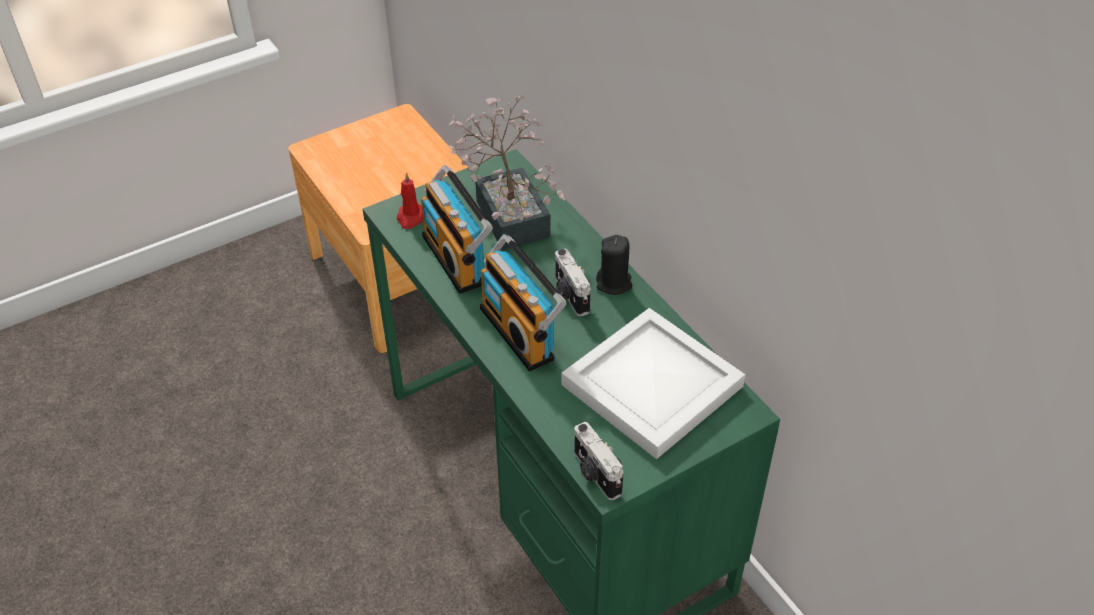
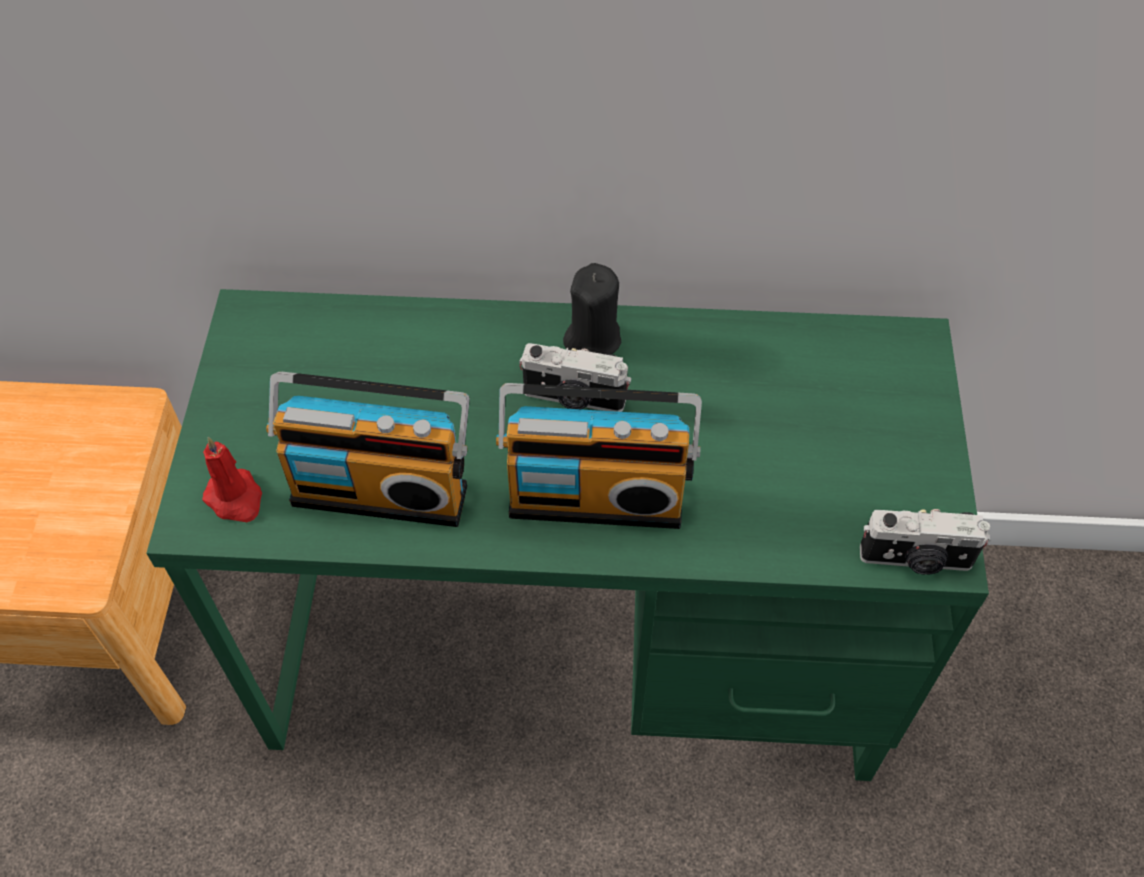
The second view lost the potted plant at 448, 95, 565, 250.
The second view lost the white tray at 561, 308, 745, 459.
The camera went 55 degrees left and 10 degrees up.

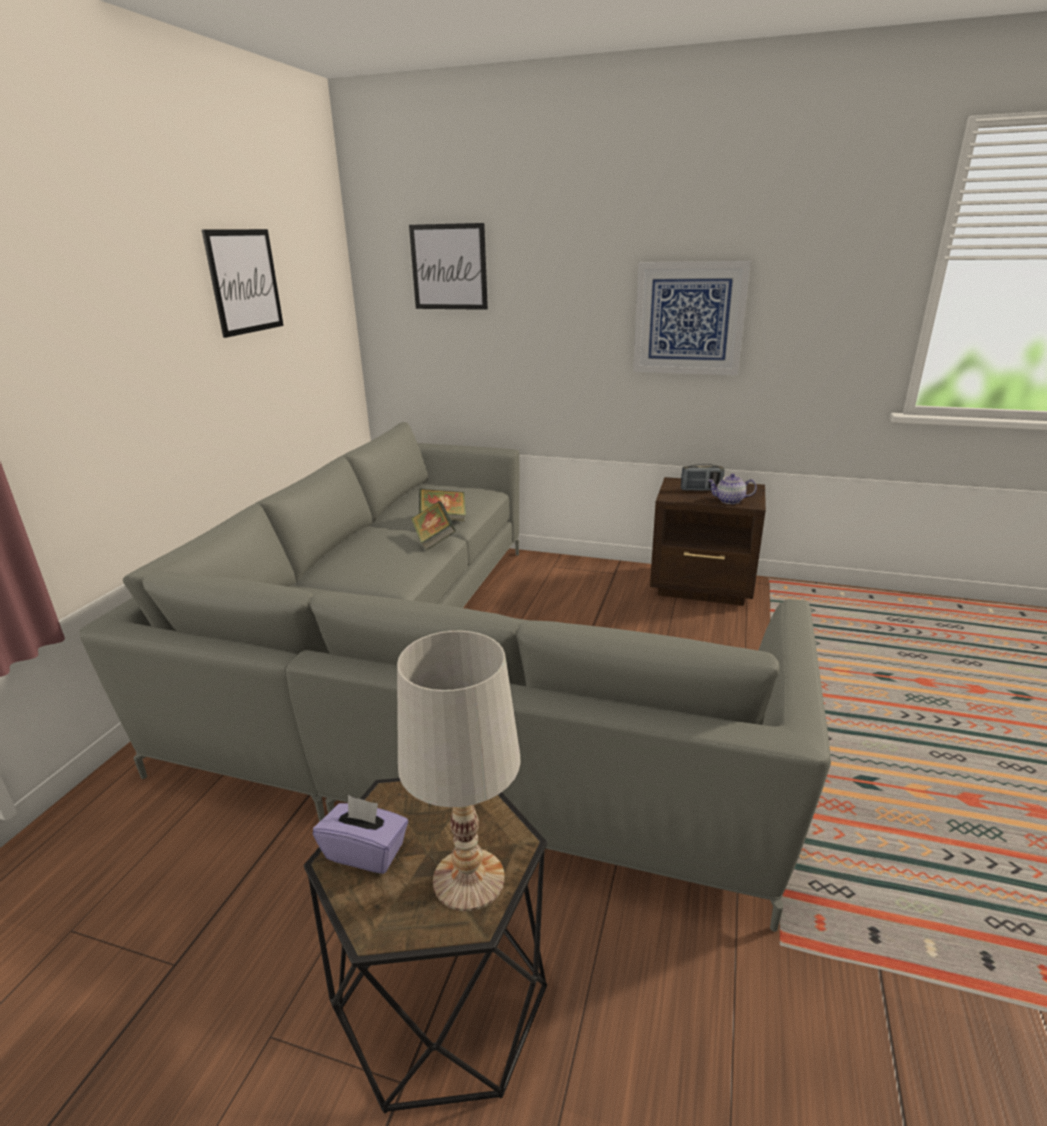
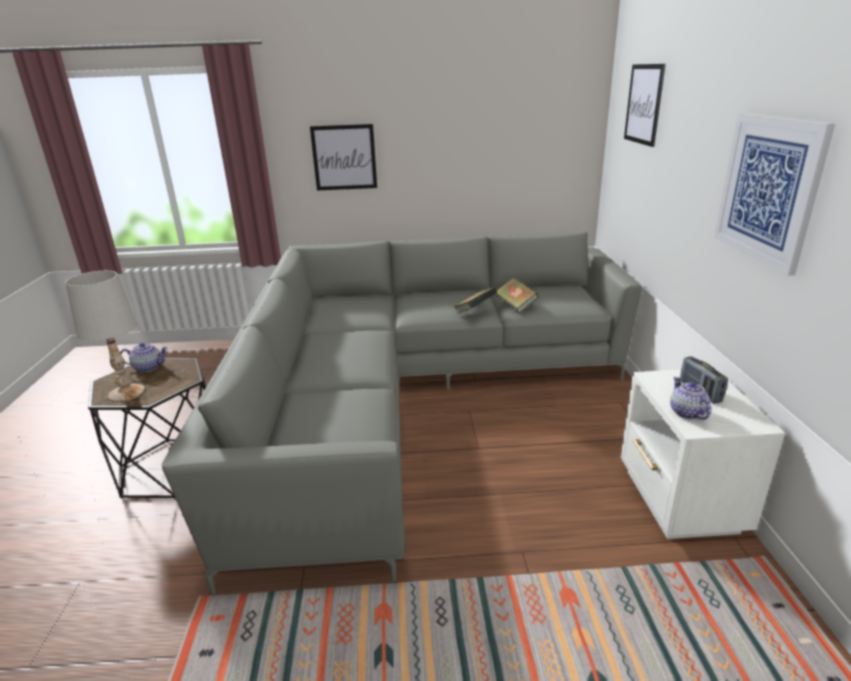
The picture ended up elsewhere, having gone from 202, 229, 284, 338 to 310, 124, 377, 190.
Where the purple tissue box stood at 313, 795, 408, 874, the teapot came to stand at 120, 342, 168, 372.
What was the brown nightstand at 650, 477, 766, 606 turned into the white nightstand at 620, 368, 785, 539.
The camera went 70 degrees right and 0 degrees up.

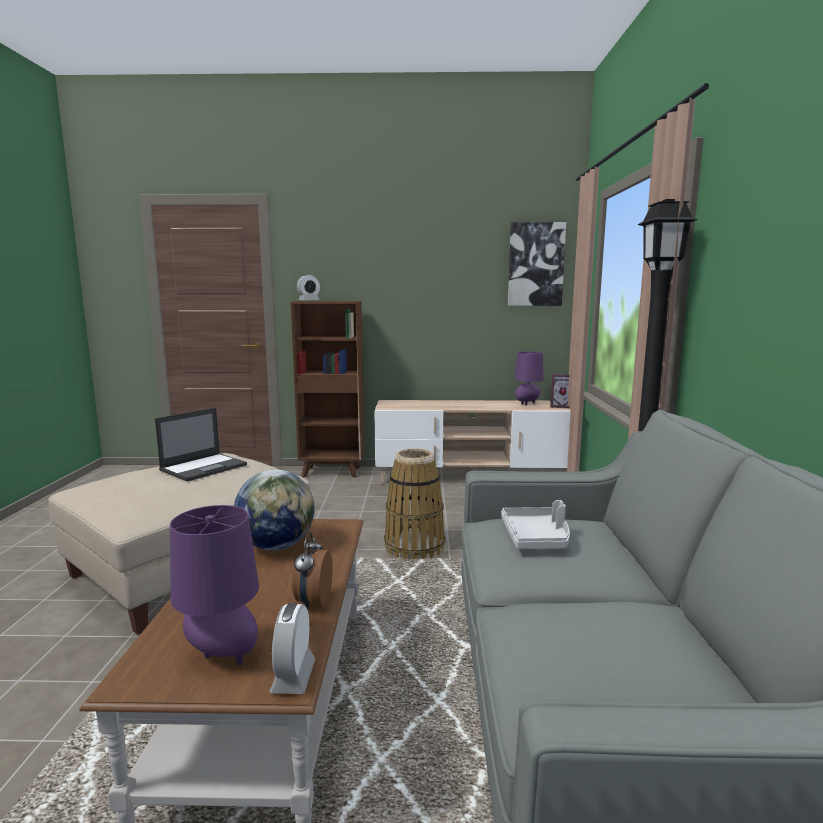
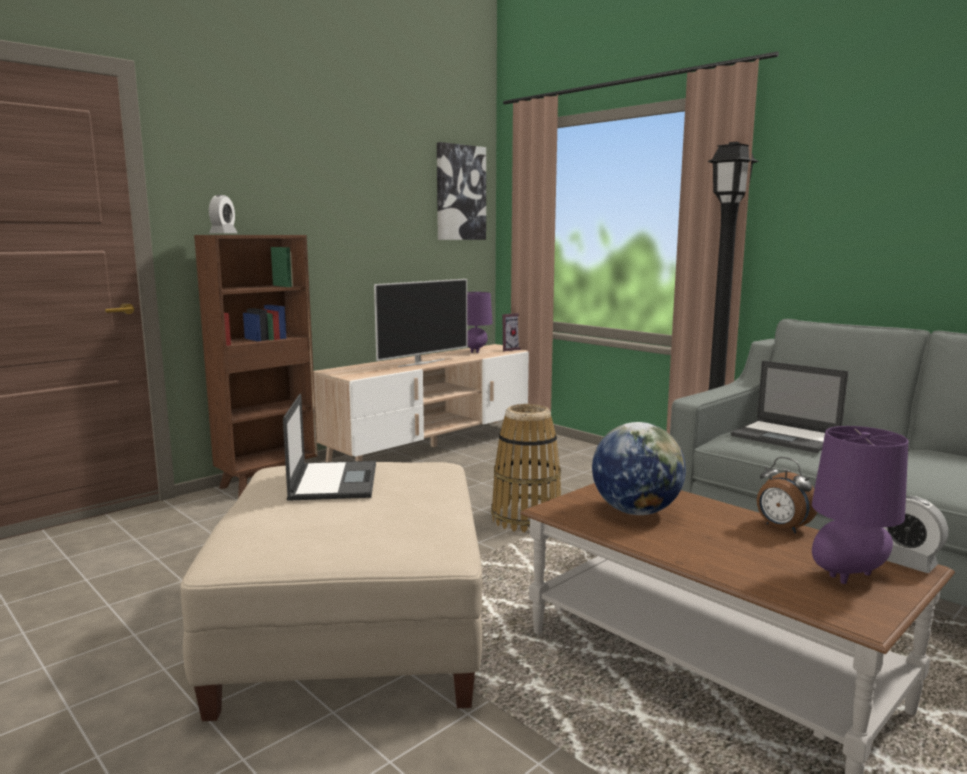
The second view gained the television at 374, 279, 467, 367.
Where the grey tray stood at 501, 500, 570, 549, the laptop came to stand at 731, 361, 848, 453.
The camera went 45 degrees left and 0 degrees up.

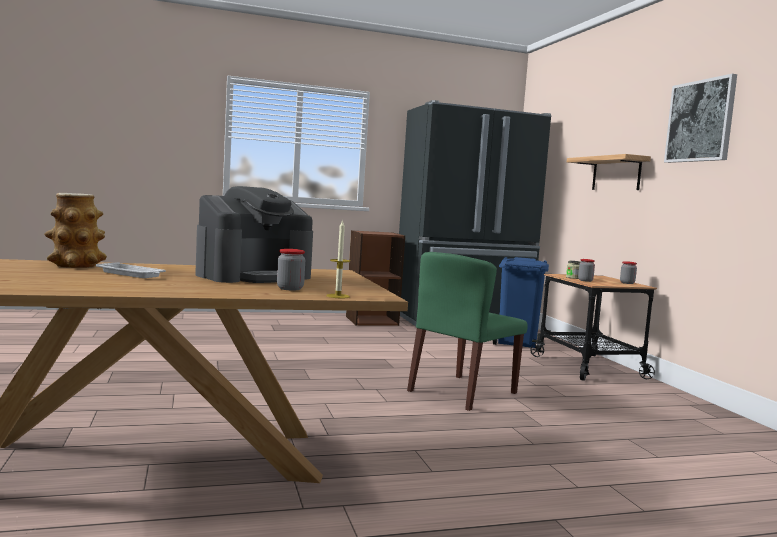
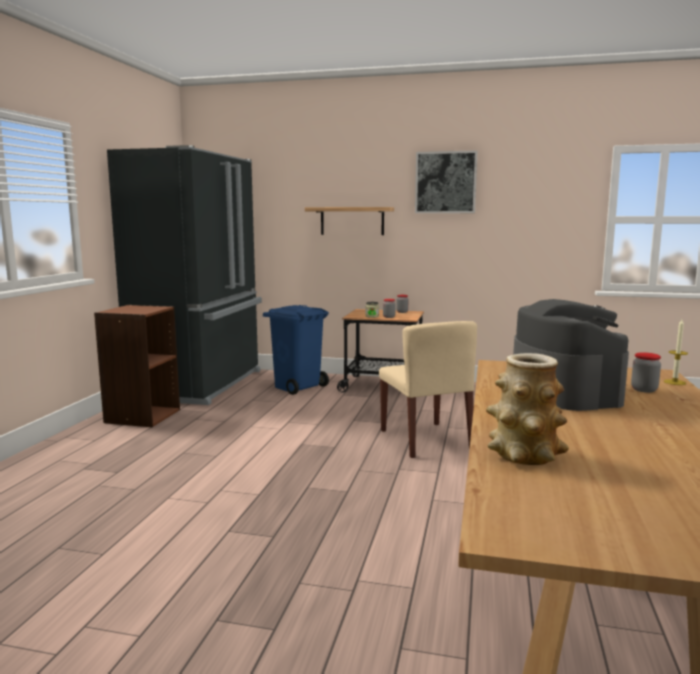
The second view lost the white tray at 96, 262, 166, 278.
What was the green chair at 407, 252, 528, 411 turned into the beige chair at 379, 321, 477, 458.
The camera went 60 degrees left and 5 degrees up.

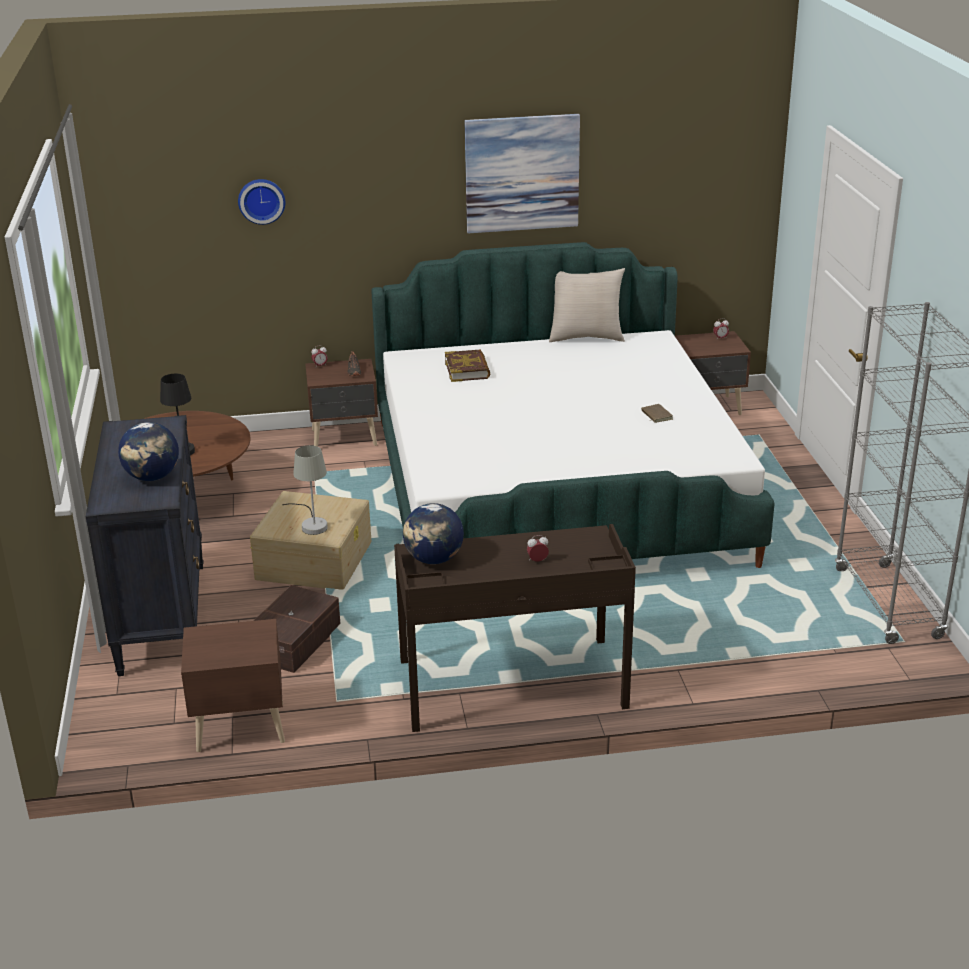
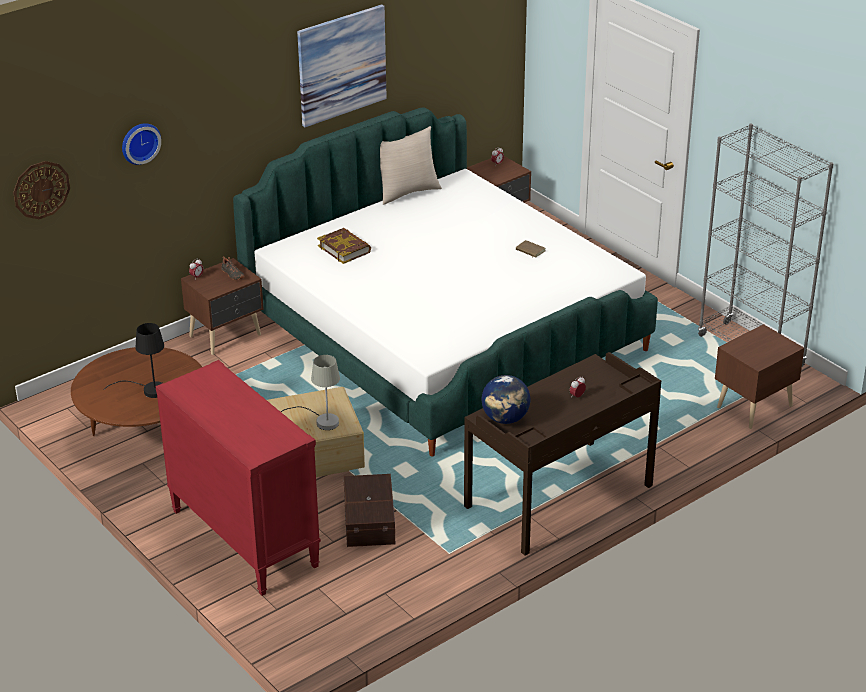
The second view lost the globe at 118, 422, 179, 481.
The second view gained the wall clock at 13, 161, 70, 219.
The brown nightstand ended up elsewhere, having gone from 181, 619, 285, 752 to 715, 324, 804, 429.
What was the black dresser at 86, 415, 204, 676 turned into the red dresser at 156, 360, 321, 596.
The camera went 30 degrees left and 5 degrees up.

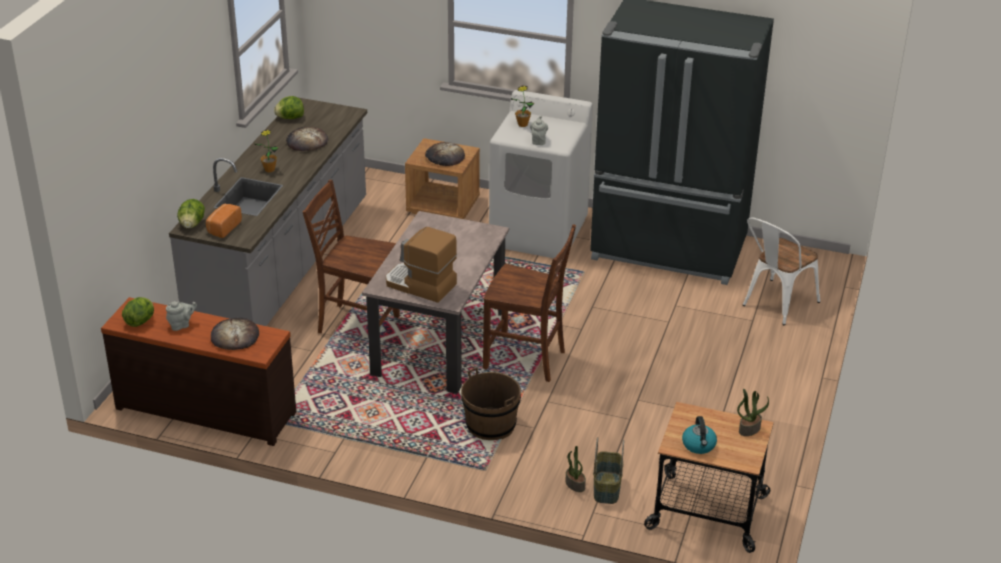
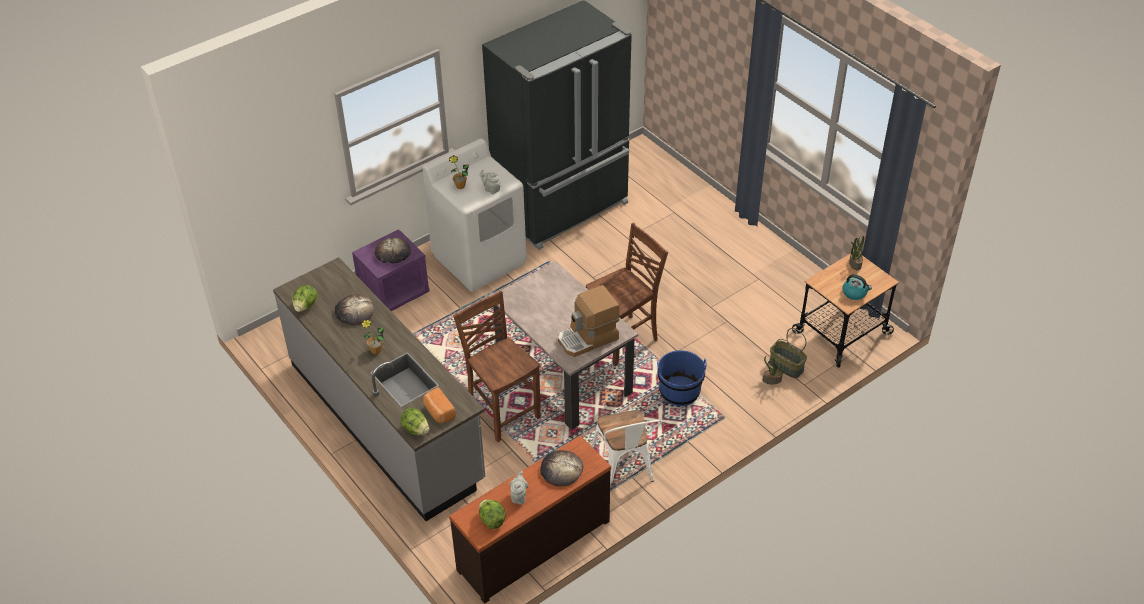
The white chair ended up elsewhere, having gone from 743, 217, 820, 325 to 591, 410, 662, 489.
What was the brown nightstand at 405, 138, 480, 219 turned into the purple nightstand at 352, 229, 429, 311.
What was the brown bucket at 461, 367, 521, 440 turned into the blue bucket at 657, 350, 707, 406.
The brown chair at 303, 180, 400, 333 ended up facing another way, 90 degrees clockwise from before.
The camera went 55 degrees left and 10 degrees up.

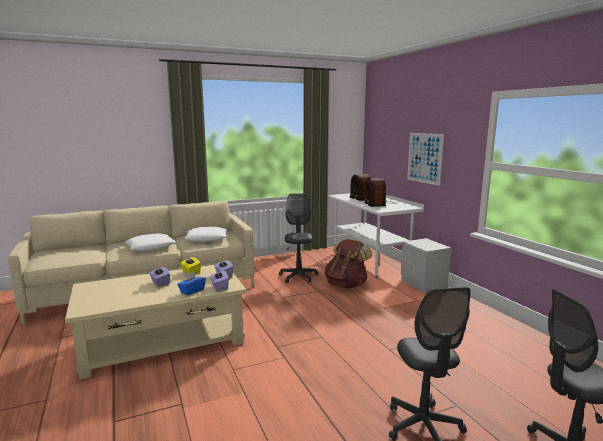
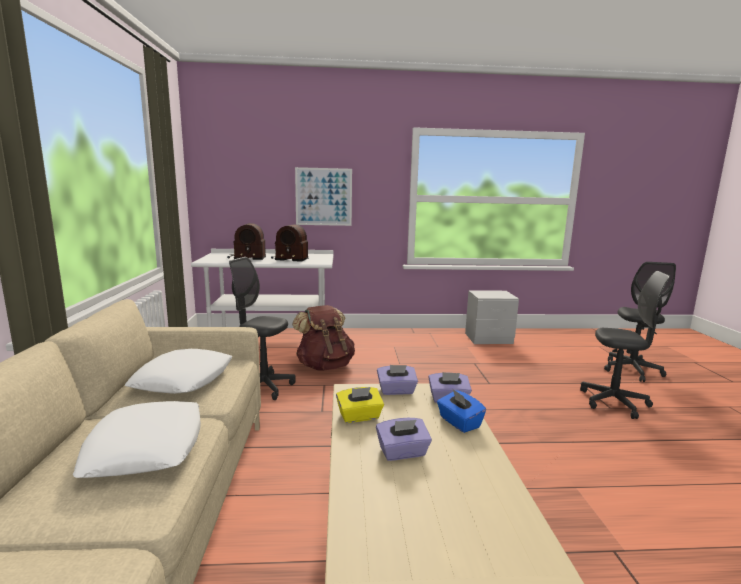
The grey nightstand ended up elsewhere, having gone from 401, 238, 451, 293 to 465, 290, 519, 344.
The camera went 70 degrees left and 0 degrees up.

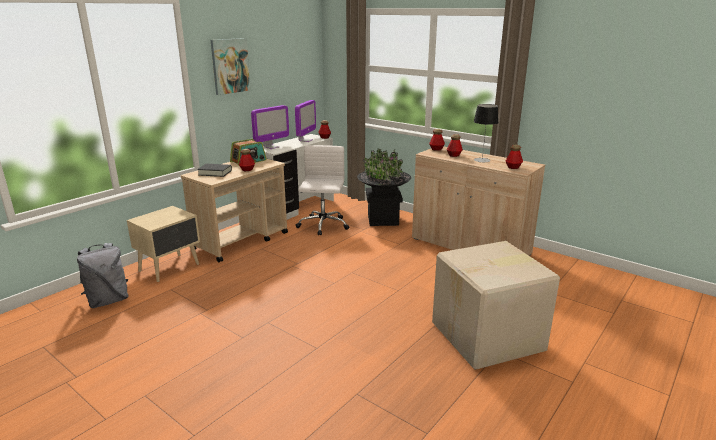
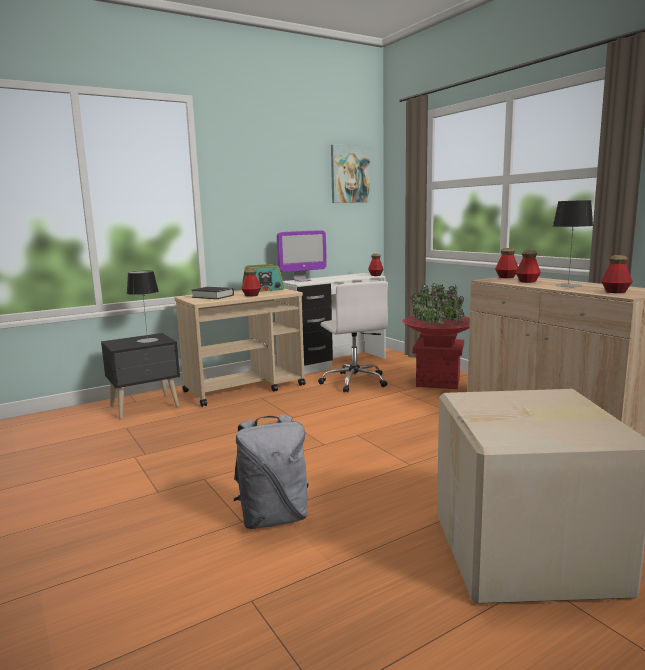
The second view lost the monitor at 295, 100, 316, 142.
The second view gained the table lamp at 127, 271, 159, 343.
The grey backpack ended up elsewhere, having gone from 77, 243, 129, 308 to 234, 415, 309, 529.
The picture ended up elsewhere, having gone from 211, 38, 251, 95 to 331, 144, 370, 203.
What was the beige nightstand at 127, 206, 200, 282 turned into the black nightstand at 101, 333, 180, 419.
What was the black planter at 357, 149, 411, 226 turned into the red planter at 402, 283, 470, 389.
The white office chair at 296, 145, 349, 235 ended up facing another way, 135 degrees clockwise from before.
The camera went 20 degrees right and 10 degrees down.

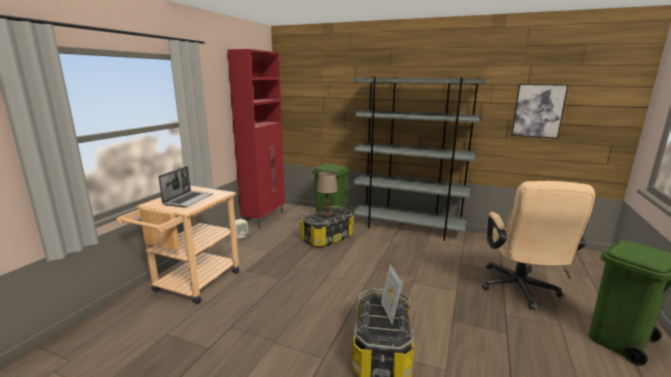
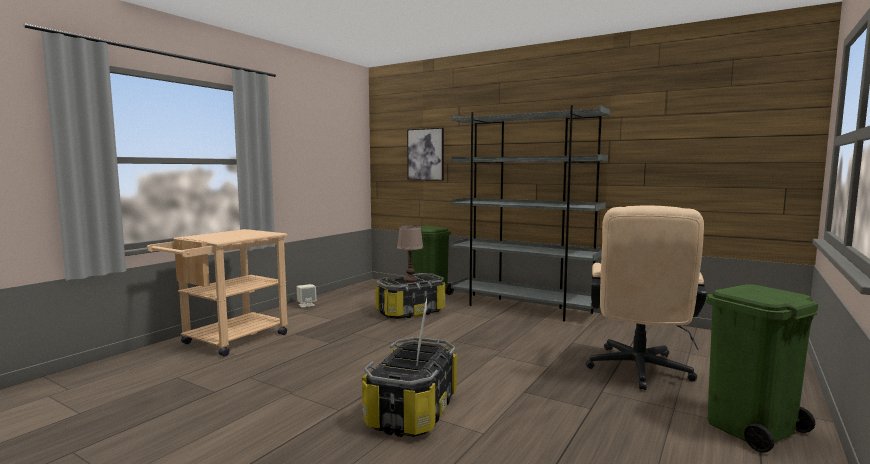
The second view lost the laptop at 158, 166, 213, 207.
The second view lost the red cabinet at 227, 49, 285, 229.
The picture ended up elsewhere, having gone from 511, 84, 569, 138 to 407, 128, 444, 181.
The camera went 10 degrees right and 10 degrees down.

